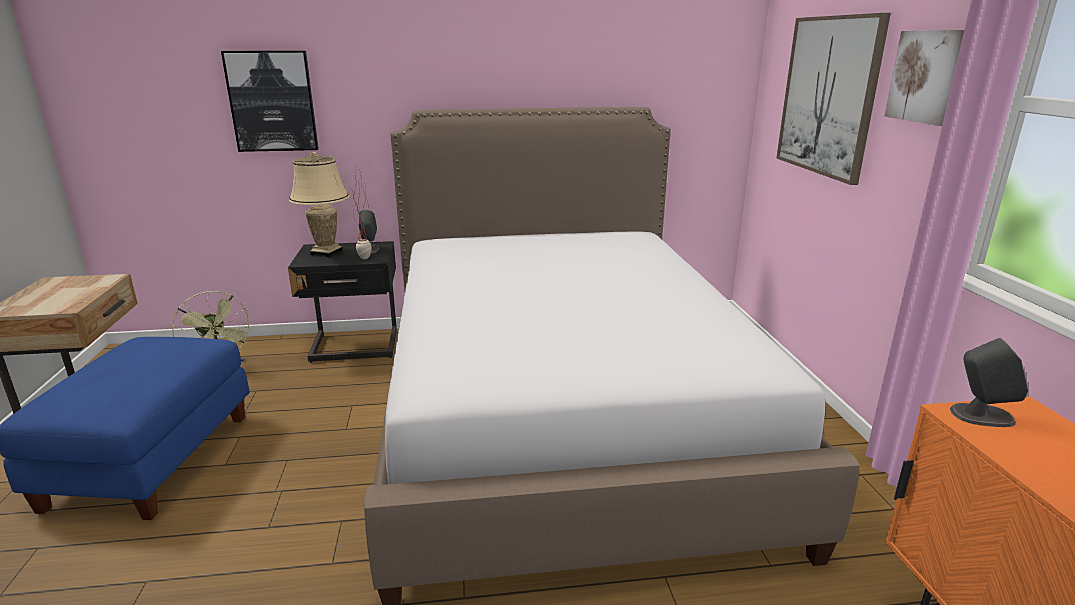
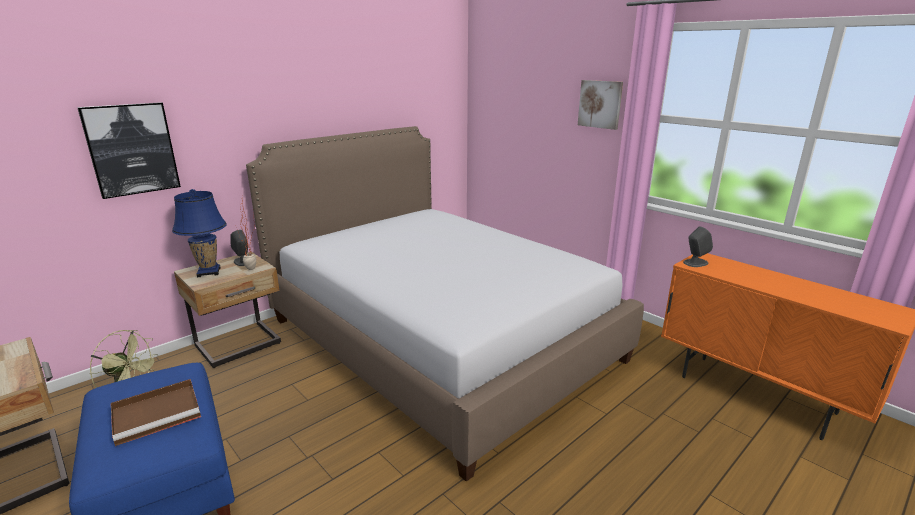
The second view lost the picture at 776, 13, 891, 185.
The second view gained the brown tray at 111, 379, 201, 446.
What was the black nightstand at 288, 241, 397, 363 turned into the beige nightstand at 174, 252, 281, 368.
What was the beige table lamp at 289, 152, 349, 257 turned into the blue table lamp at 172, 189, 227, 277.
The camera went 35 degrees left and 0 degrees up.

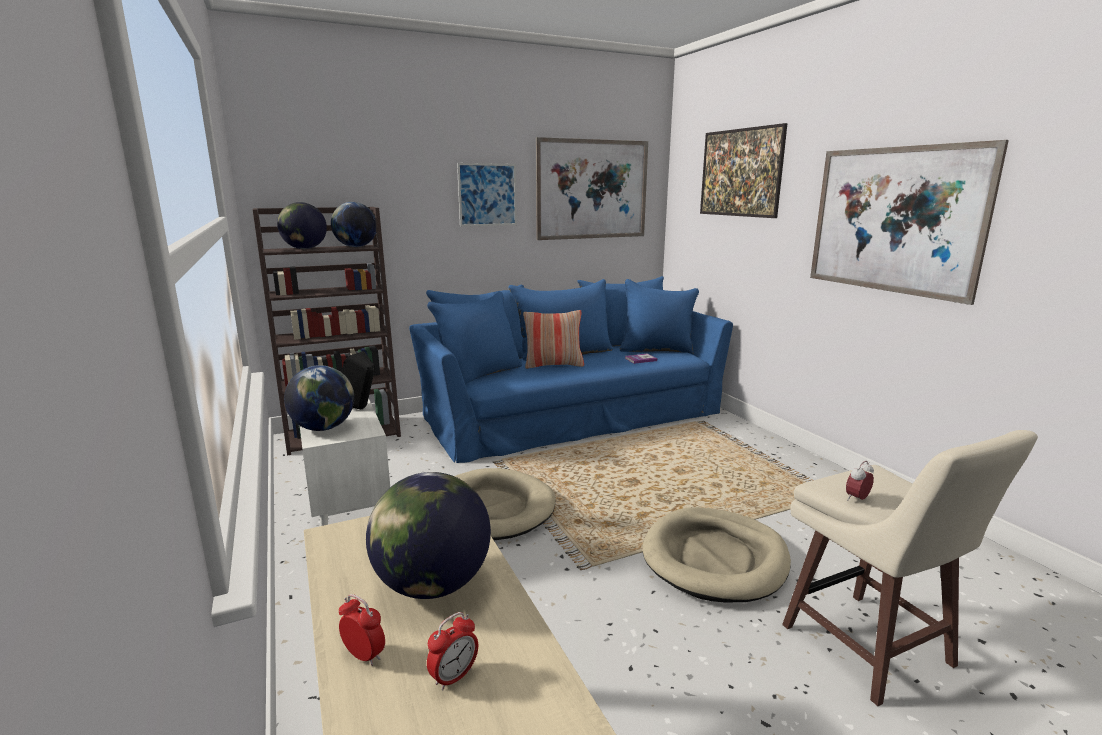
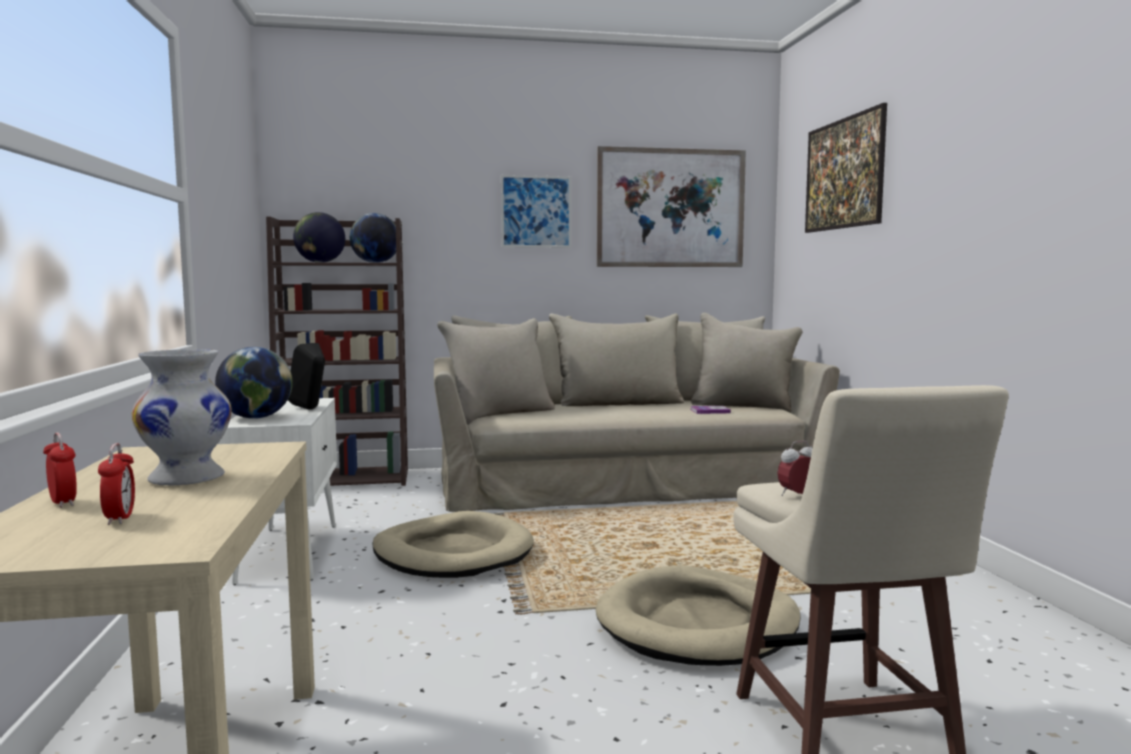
The second view lost the pillow at 523, 310, 584, 369.
The second view lost the picture at 810, 140, 1009, 305.
Where the globe stood at 366, 472, 491, 599, the white vase came to stand at 131, 349, 232, 485.
What was the blue sofa at 409, 276, 733, 463 turned into the beige sofa at 434, 312, 840, 512.
The alarm clock at 427, 612, 478, 691 ended up facing another way, 75 degrees counterclockwise from before.
The camera went 15 degrees right and 10 degrees down.

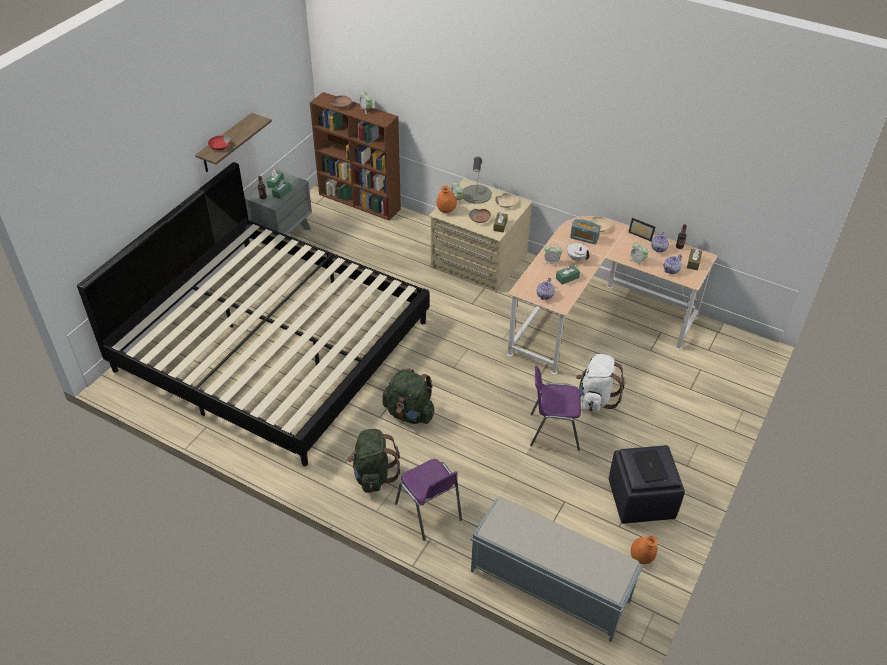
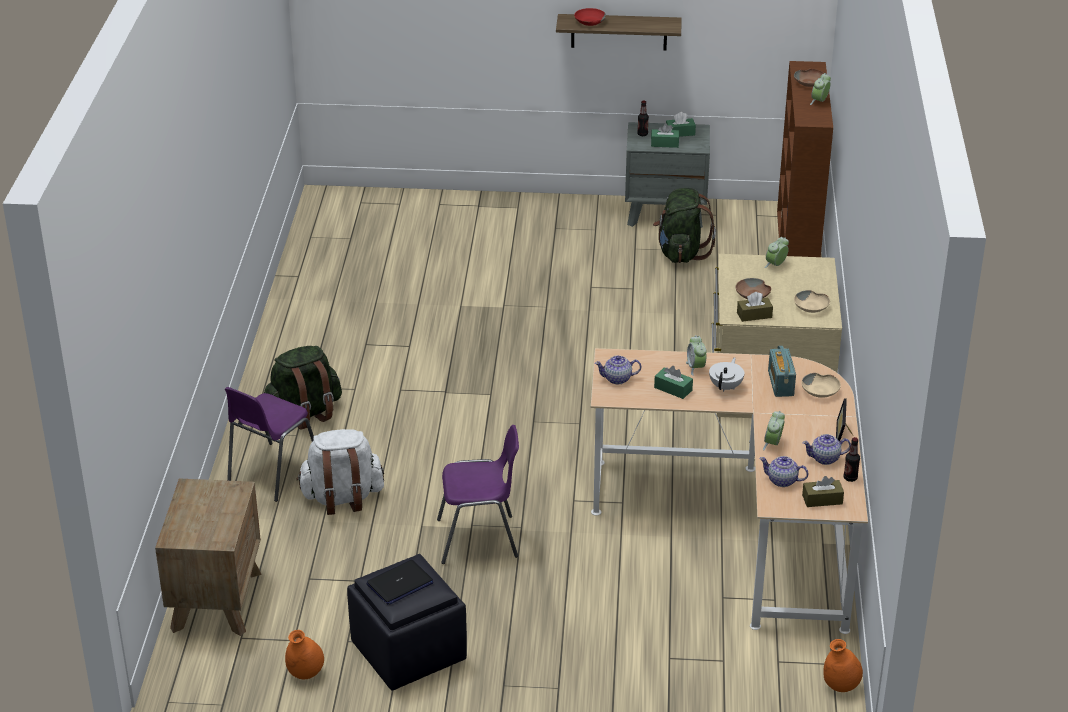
The second view lost the bed at 77, 162, 430, 466.
The second view lost the grey table lamp at 463, 156, 492, 204.
The green backpack ended up elsewhere, having gone from 382, 368, 434, 424 to 653, 188, 716, 263.
The orange vase ended up elsewhere, having gone from 436, 186, 457, 213 to 823, 639, 863, 692.
The white backpack ended up elsewhere, having gone from 576, 354, 624, 412 to 296, 429, 384, 515.
Where the grey bench stood at 471, 497, 643, 642, the brown nightstand came to stand at 155, 479, 262, 636.
The purple chair at 530, 366, 581, 451 ended up facing another way, 105 degrees clockwise from before.
The camera went 65 degrees right and 10 degrees down.

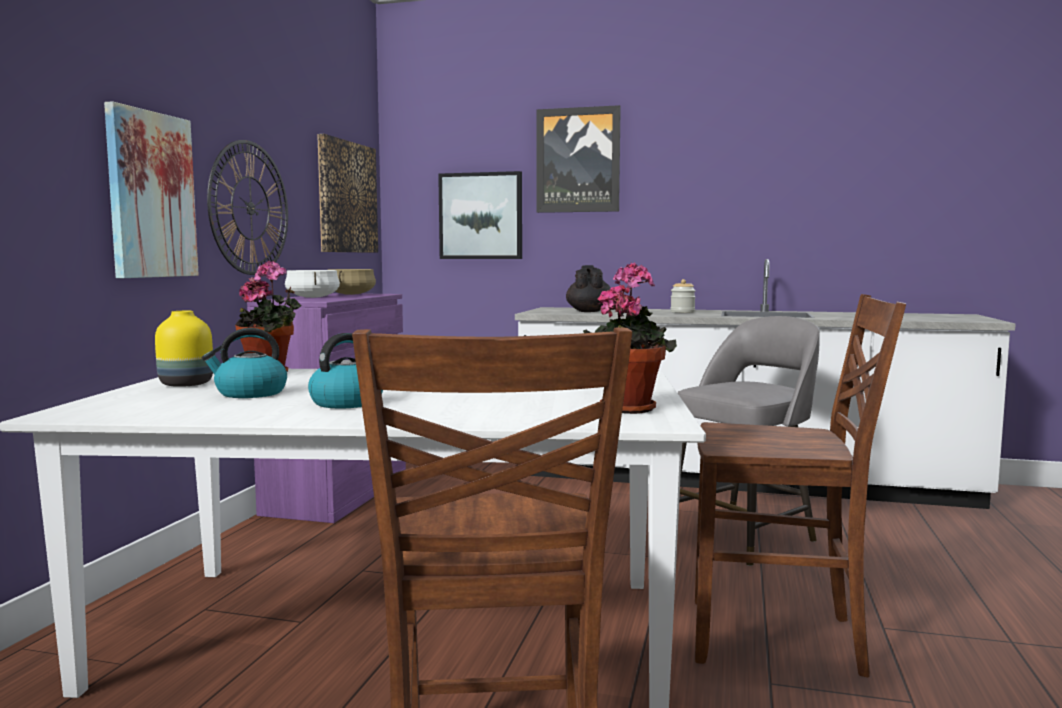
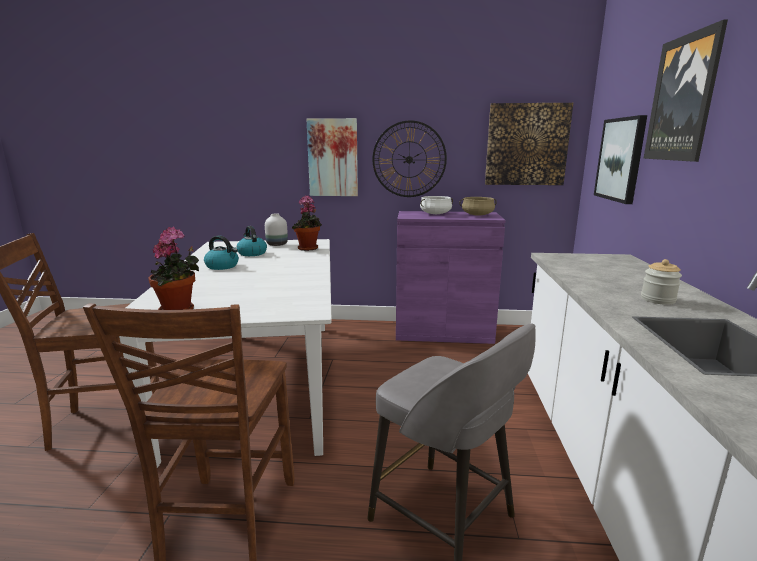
The second view lost the black teapot at 566, 265, 611, 312.
What was the yellow vase at 155, 311, 213, 387 turned into the white vase at 265, 214, 288, 246.
The camera went 80 degrees right and 10 degrees up.

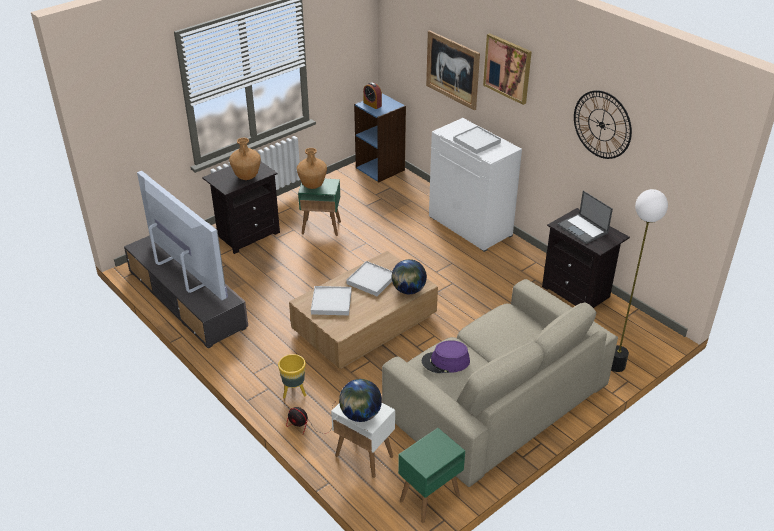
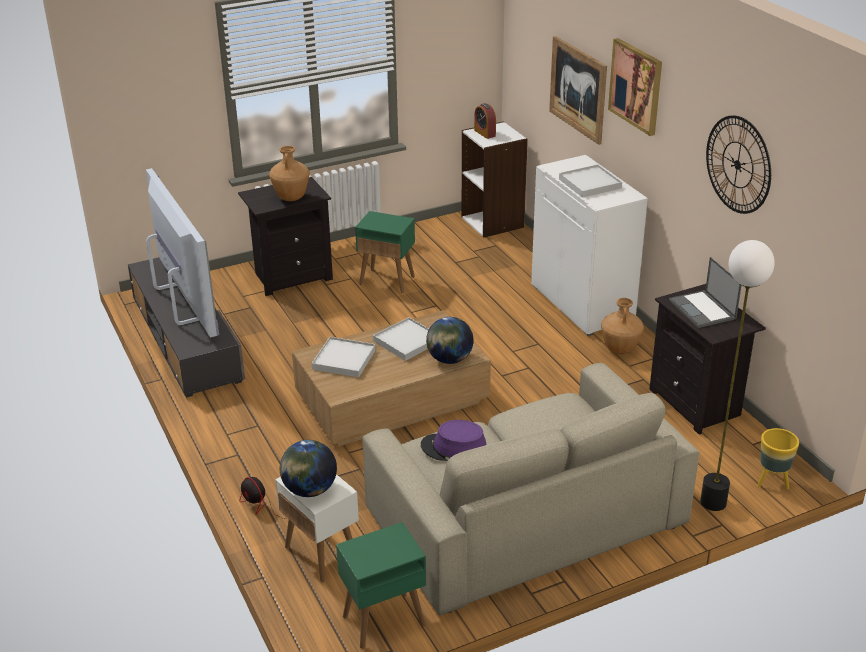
The yellow planter ended up elsewhere, having gone from 278, 354, 306, 399 to 757, 428, 799, 489.
The brown vase ended up elsewhere, having gone from 297, 148, 327, 189 to 601, 298, 644, 354.
What was the blue bookcase at 354, 93, 406, 182 turned into the white bookcase at 462, 121, 528, 238.
The camera went 15 degrees right and 5 degrees down.

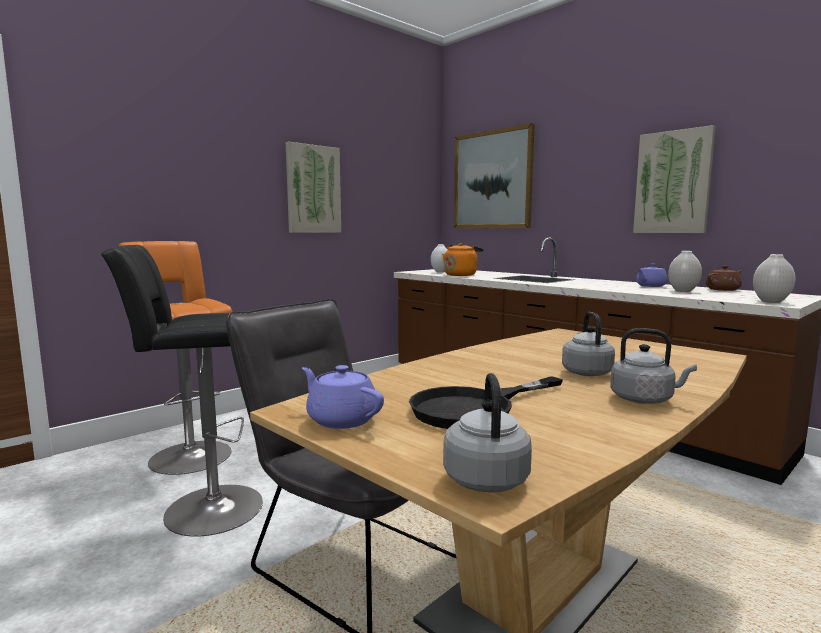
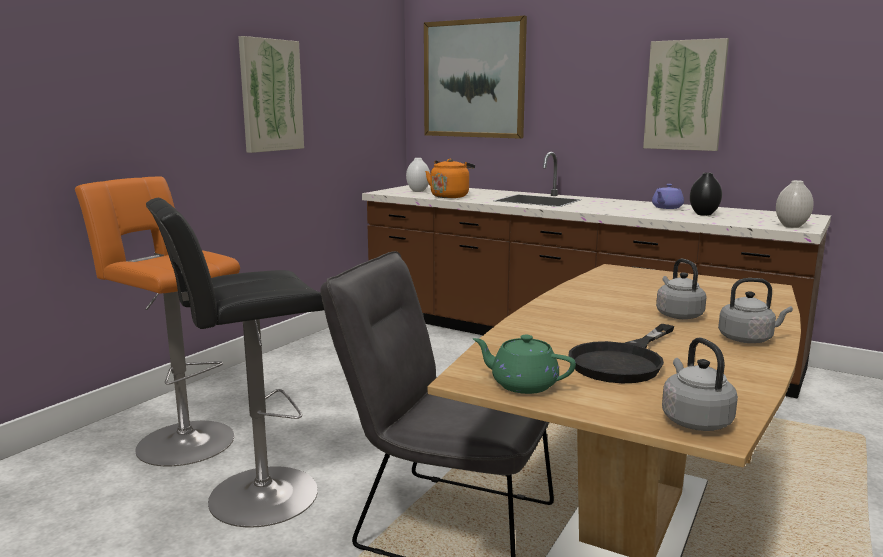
The second view lost the brown teapot at 706, 266, 743, 291.
What was the purple teapot at 302, 365, 384, 429 turned into the green teapot at 473, 335, 576, 394.
What was the white vase at 668, 251, 702, 292 turned into the black vase at 690, 173, 722, 216.
The camera went 15 degrees left and 5 degrees up.

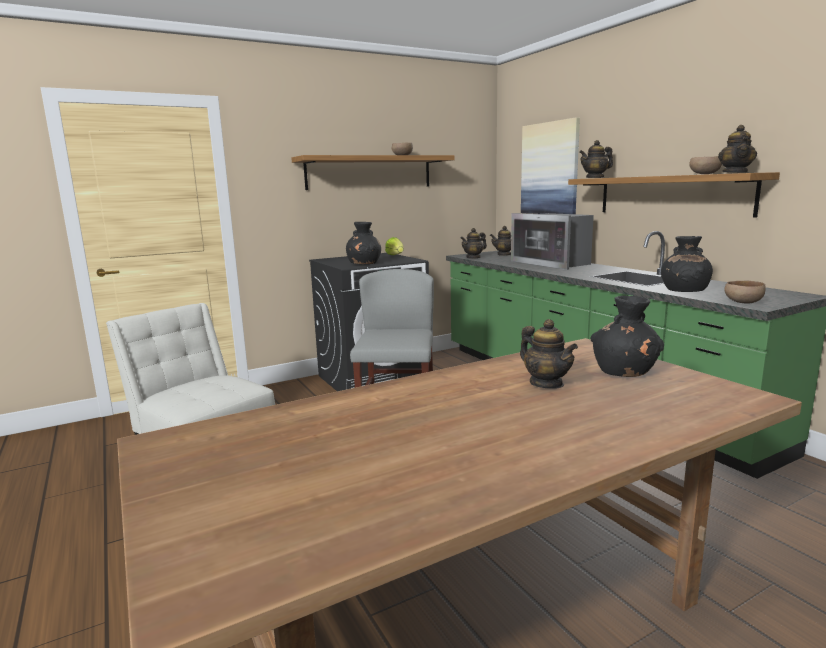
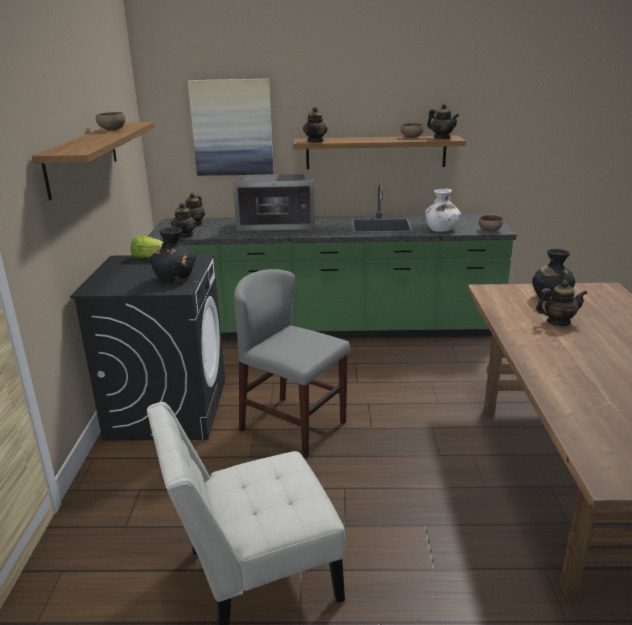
What was the black vase at 661, 236, 713, 292 turned into the white vase at 425, 189, 461, 232.
The camera went 60 degrees left and 10 degrees up.

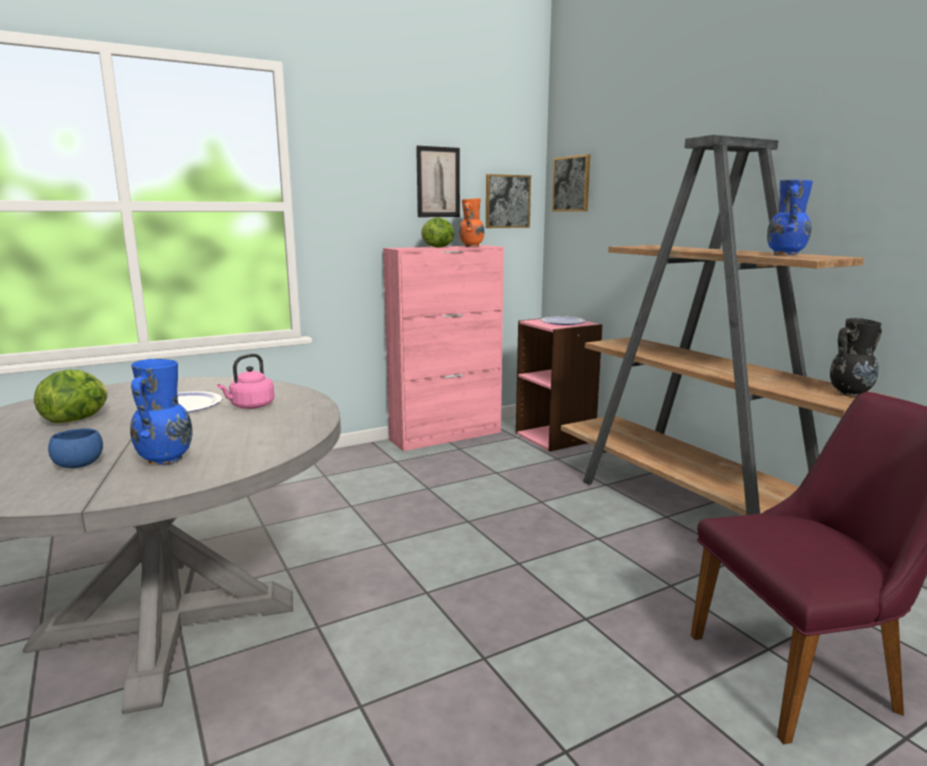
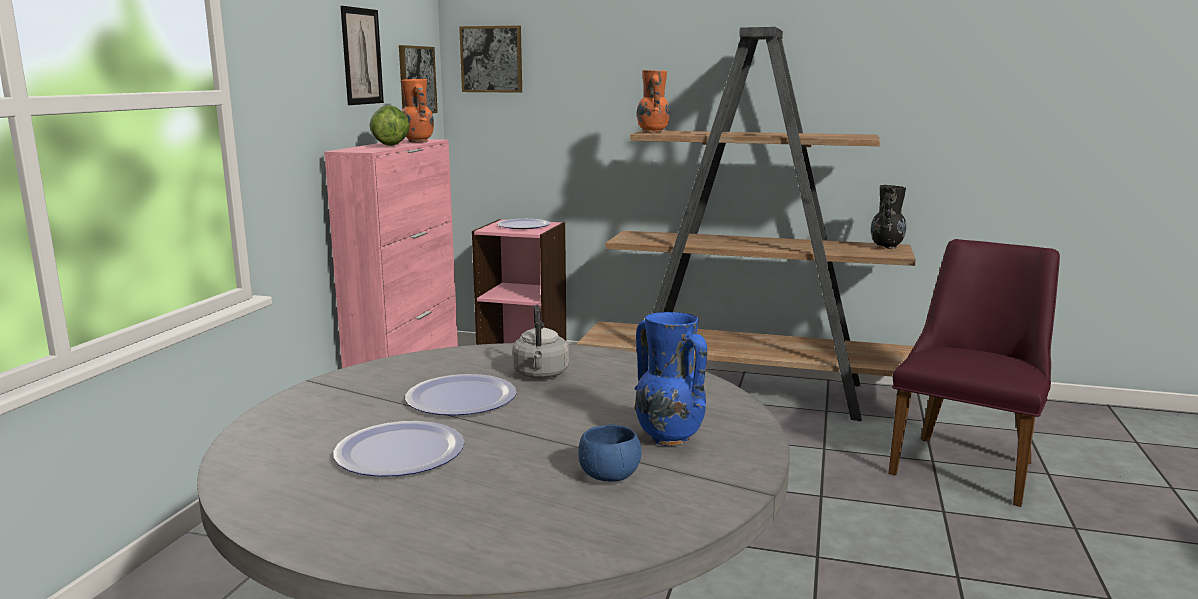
The second view lost the blue vase at 767, 179, 813, 255.
The second view gained the orange vase at 637, 70, 670, 133.
Where the lettuce stood at 34, 370, 108, 423, the plate came to stand at 333, 421, 465, 477.
What was the pink kettle at 217, 354, 275, 409 turned into the grey kettle at 512, 305, 569, 378.
The camera went 45 degrees left and 0 degrees up.

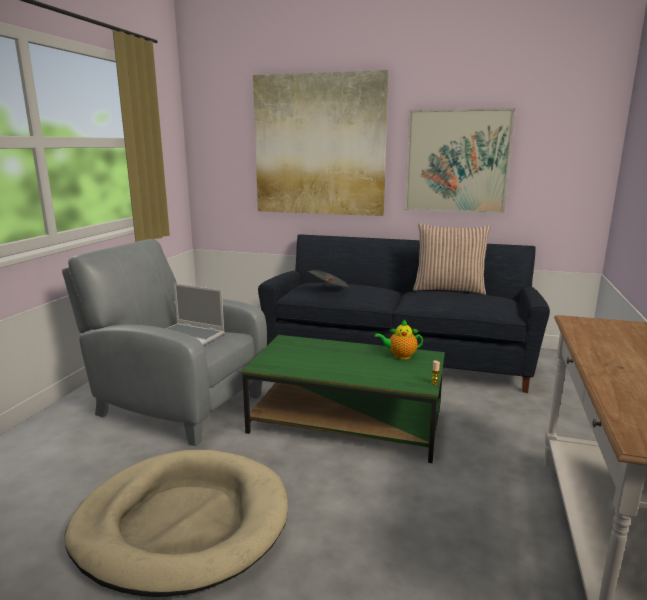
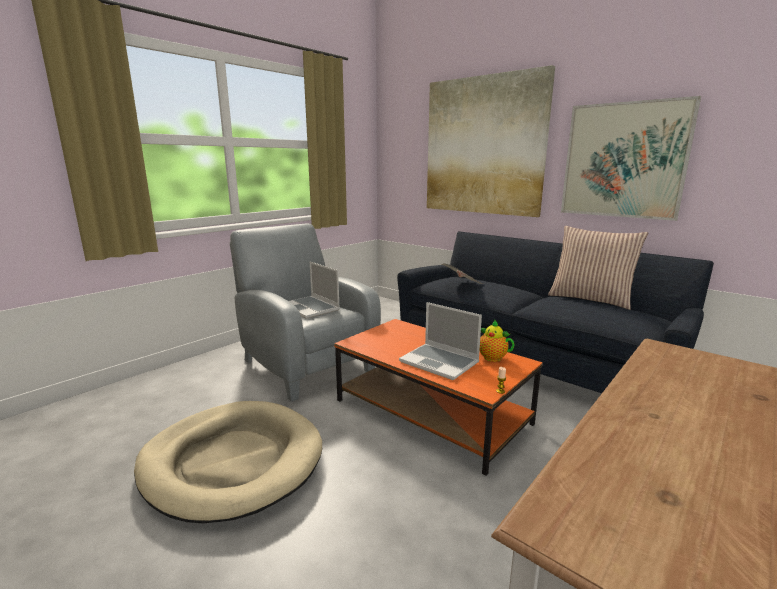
The second view gained the laptop at 399, 302, 482, 380.
What was the green coffee table at 241, 335, 445, 463 turned into the orange coffee table at 334, 319, 543, 476.
The camera went 25 degrees right and 0 degrees up.

